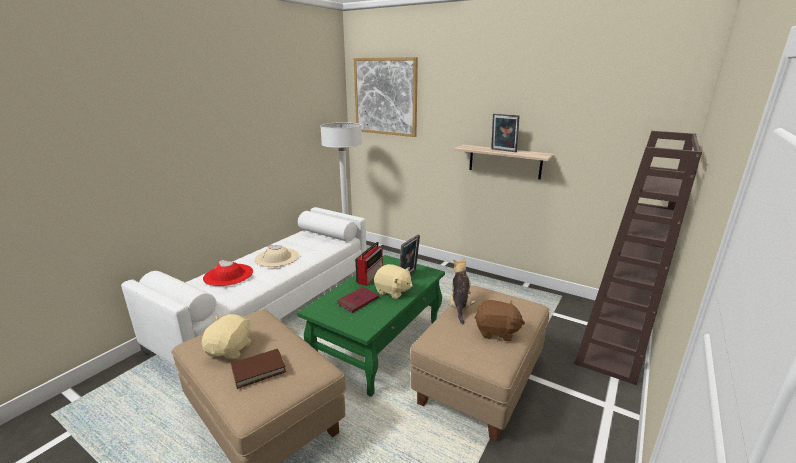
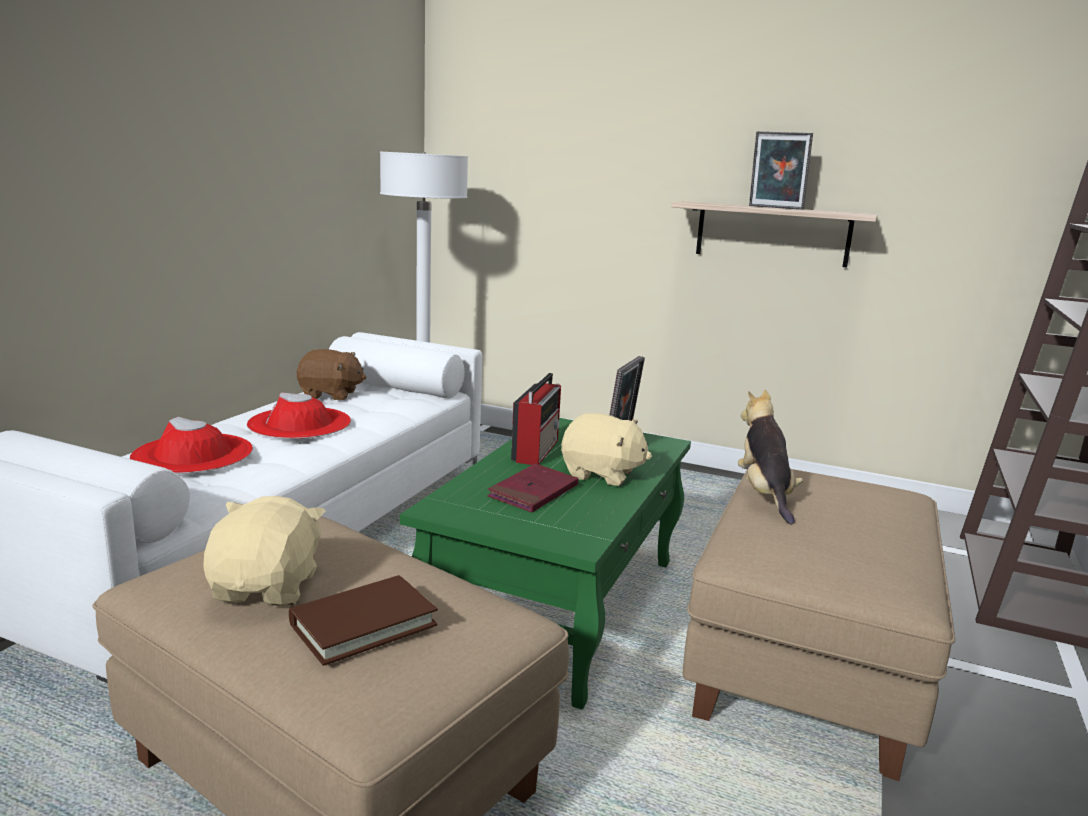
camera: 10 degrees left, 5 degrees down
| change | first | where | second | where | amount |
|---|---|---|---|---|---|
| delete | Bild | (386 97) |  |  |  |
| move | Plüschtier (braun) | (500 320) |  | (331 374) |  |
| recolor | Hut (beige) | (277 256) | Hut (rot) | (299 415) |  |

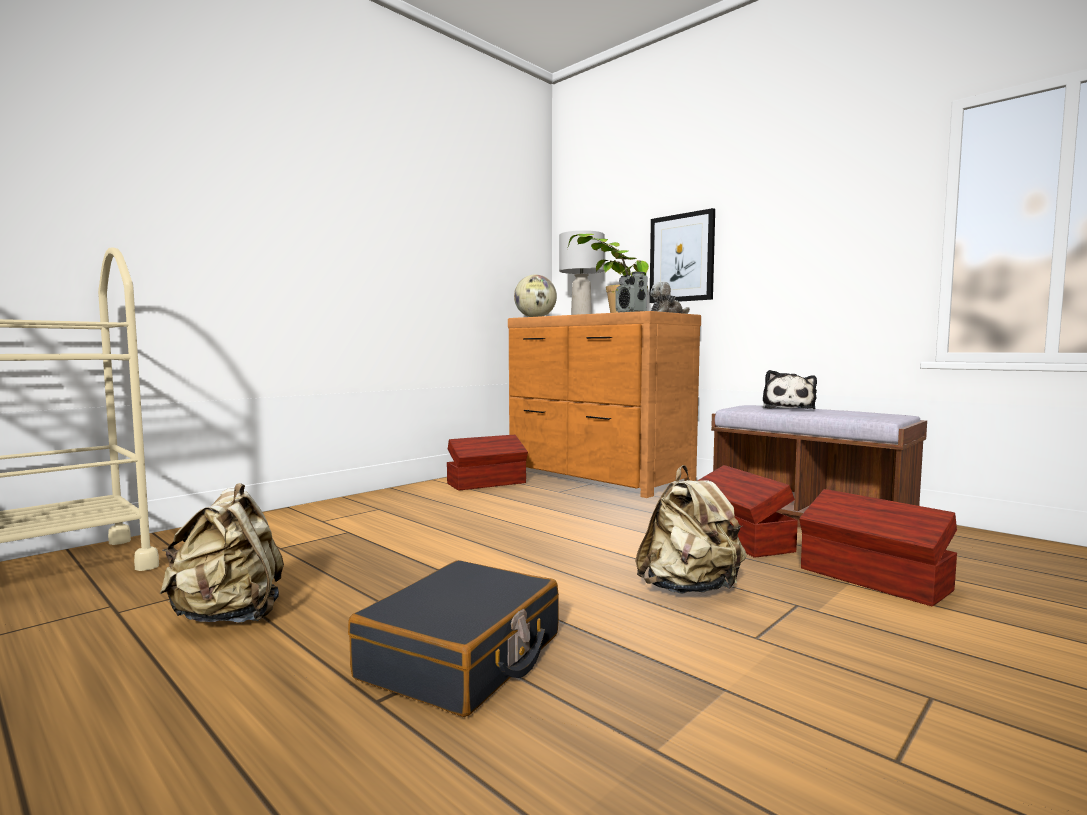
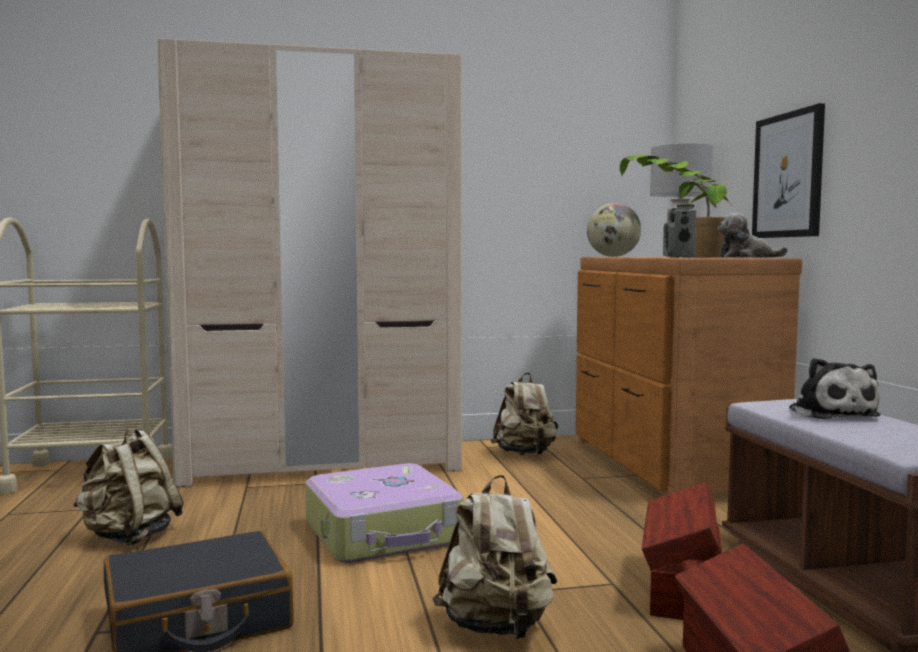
camera: 35 degrees right, 0 degrees up
| change | first | where | second | where | amount |
|---|---|---|---|---|---|
| insert |  |  | Kleiderschrank (beige) | (309 262) |  |
| insert |  |  | Koffer | (384 513) |  |
| replace | Aufbewahrungsbox (braun) | (487 462) | Rucksack (beige) | (525 414) |  |
| rotate | Plüschtier | (790 389) |  | (835 388) | 60 degrees counterclockwise |

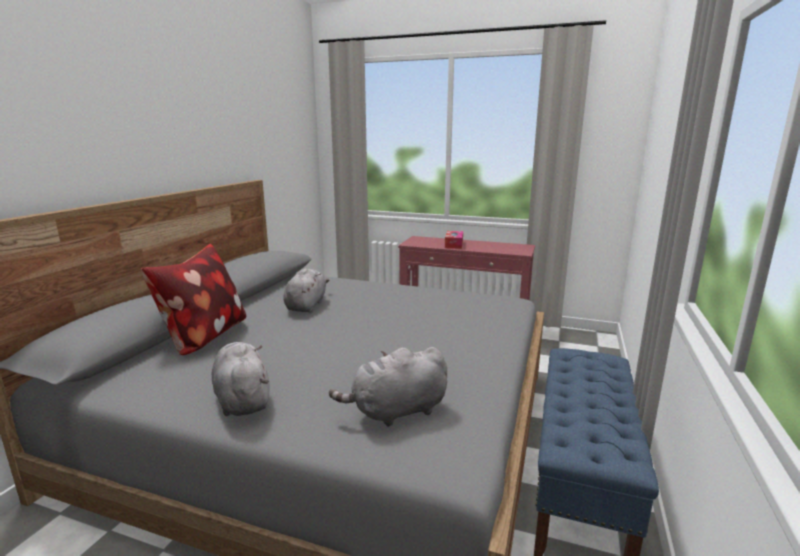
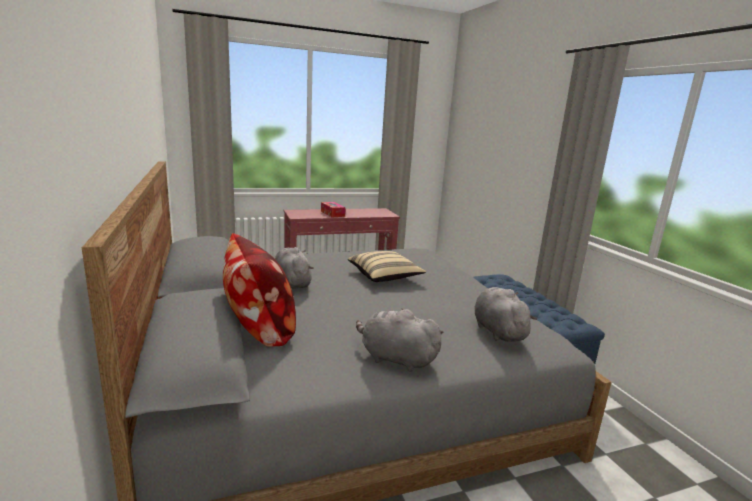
camera: 40 degrees left, 0 degrees up
| change | first | where | second | where | amount |
|---|---|---|---|---|---|
| insert |  |  | Kissen (beige) | (387 266) |  |
| rotate | Plüschtier (grau) | (388 387) |  | (506 314) | 135 degrees clockwise |

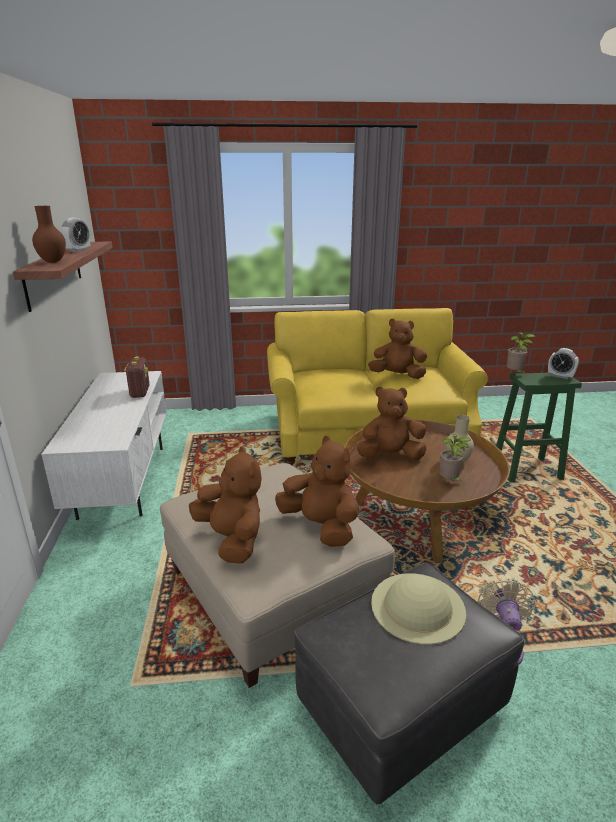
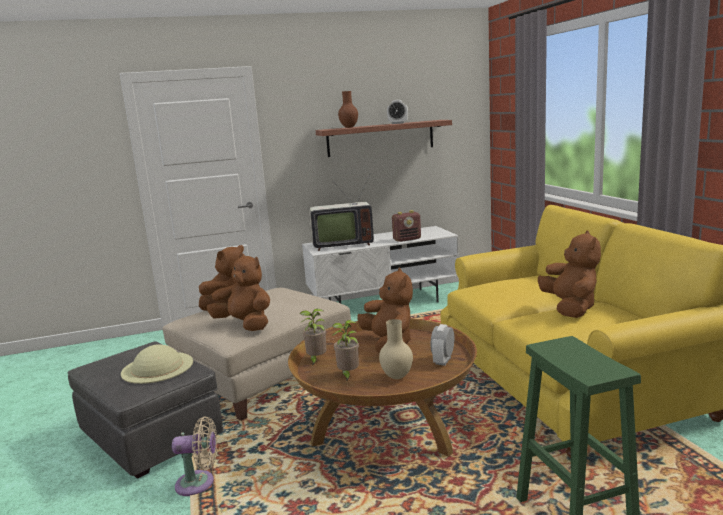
camera: 80 degrees right, 10 degrees down
| change | first | where | second | where | amount |
|---|---|---|---|---|---|
| insert |  |  | Fernseher | (341 212) |  |
| move | Topfpflanze | (521 352) |  | (313 337) |  |
| move | Wecker | (563 363) |  | (442 345) |  |
| rotate | Plüschtier (braun) | (317 491) |  | (238 292) | 90 degrees counterclockwise |

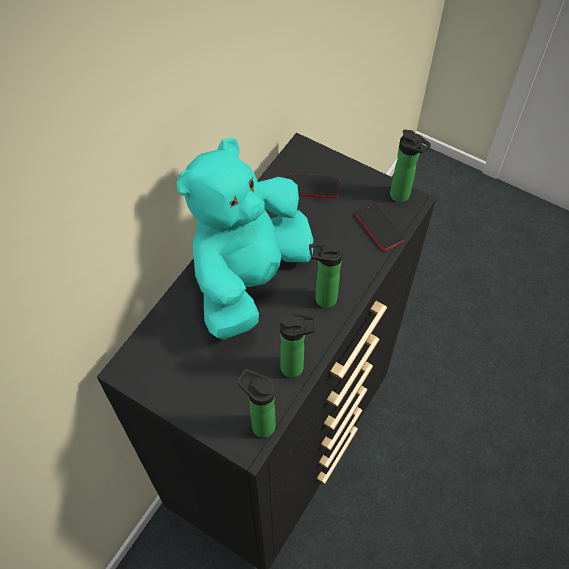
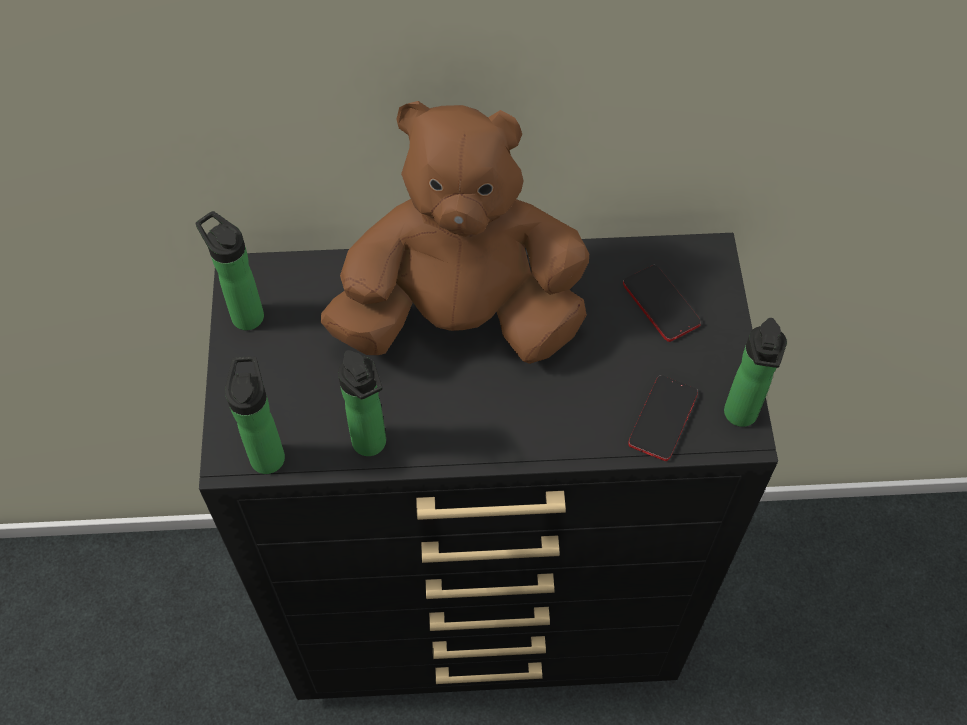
camera: 55 degrees right, 0 degrees up
| change | first | where | second | where | amount |
|---|---|---|---|---|---|
| move | Flasche | (326 274) |  | (229 270) |  |
| recolor | Plüschtier (türkis) | (245 238) | Plüschtier (braun) | (455 232) |  |

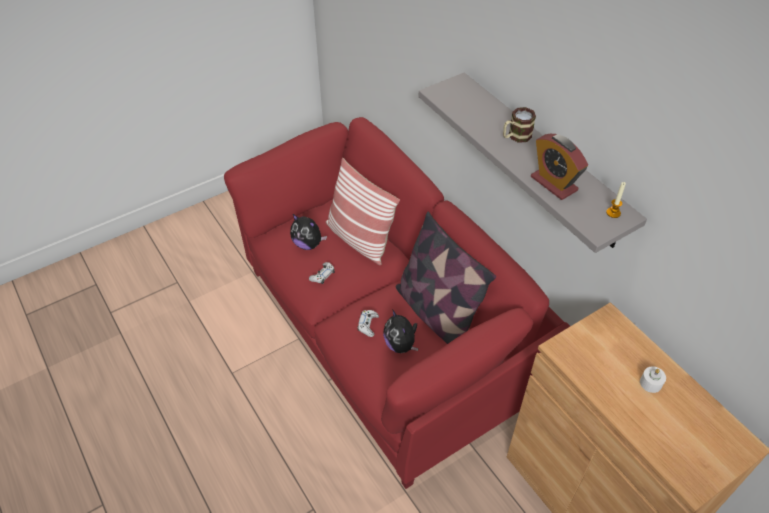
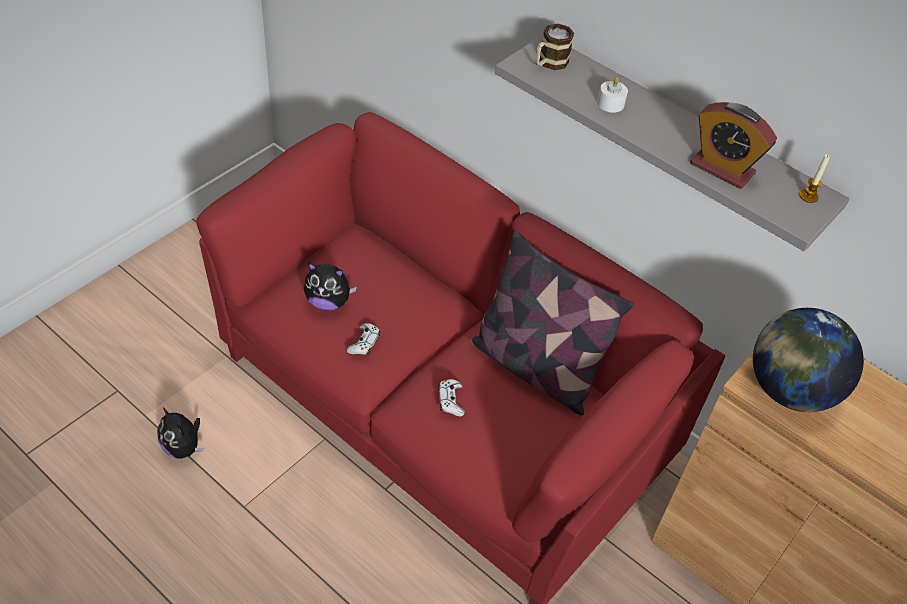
camera: 20 degrees left, 0 degrees up
| change | first | where | second | where | amount |
|---|---|---|---|---|---|
| delete | Kissen | (362 211) |  |  |  |
| insert |  |  | Globus | (808 360) |  |
| move | Plüschtier | (400 331) |  | (180 433) |  |
| move | Henkelbecher | (519 125) |  | (554 47) |  |
| move | Kerze (weiß) | (653 379) |  | (612 95) |  |

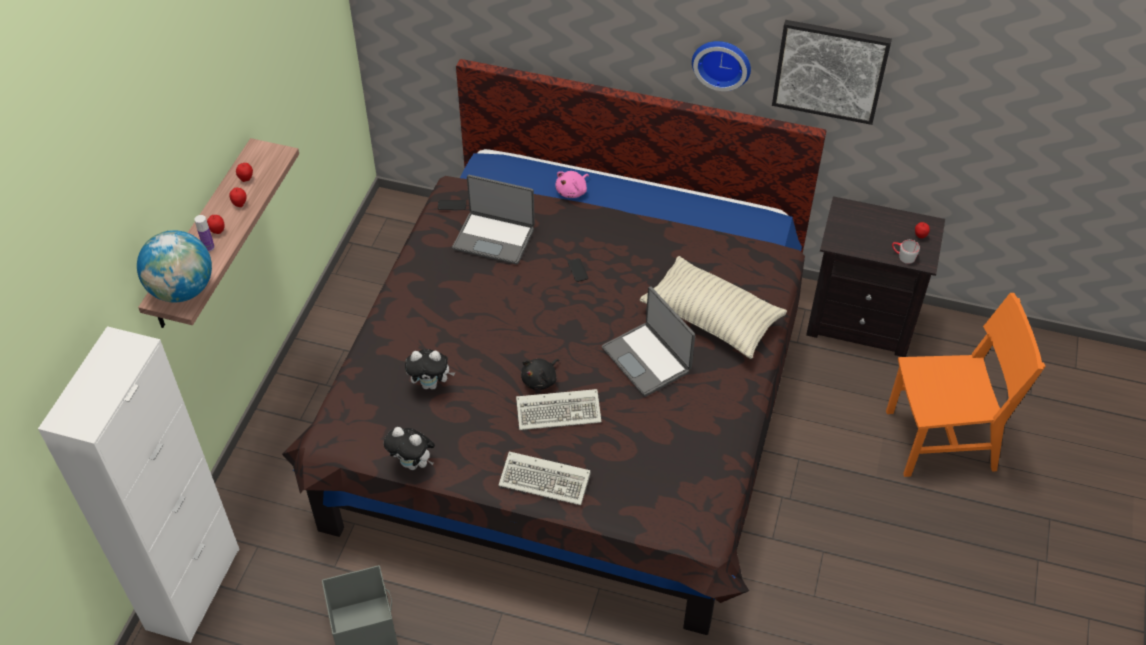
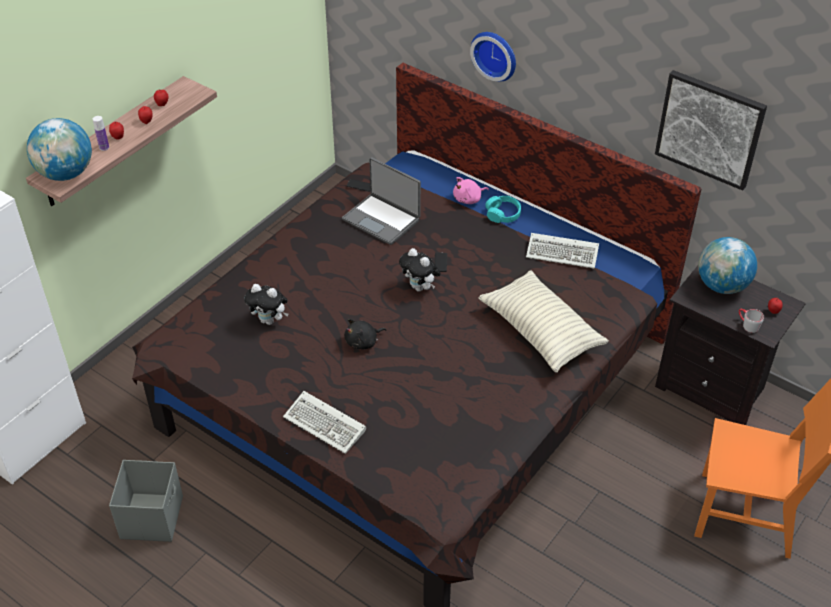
camera: 20 degrees right, 5 degrees down
| change | first | where | second | where | amount |
|---|---|---|---|---|---|
| delete | Laptop | (648 341) |  |  |  |
| insert |  |  | Kopfhörer (türkis) | (503 209) |  |
| insert |  |  | Globus | (727 265) |  |
| move | Plüschtier | (409 448) |  | (420 270) |  |
| move | Tastatur | (558 409) |  | (562 251) |  |
| move | Wanduhr | (721 66) |  | (493 56) |  |

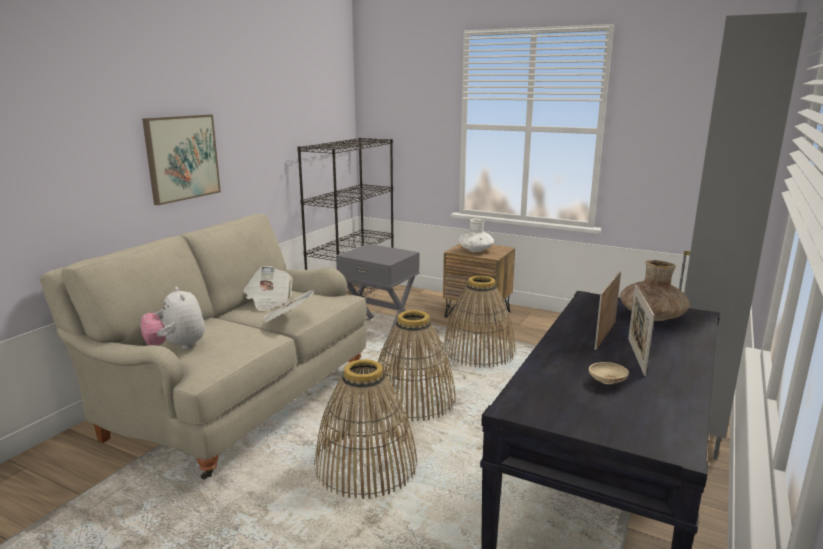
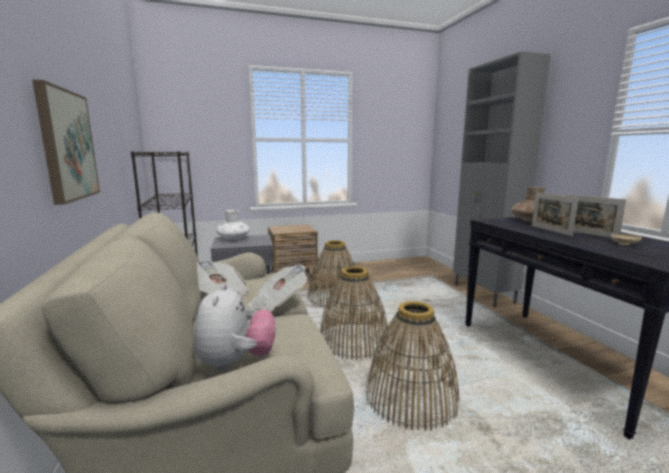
camera: 45 degrees left, 5 degrees down
| change | first | where | second | where | amount |
|---|---|---|---|---|---|
| move | Vase (weiß) | (476 235) |  | (233 225) |  |
| rotate | Plüschtier | (173 318) |  | (234 327) | 105 degrees counterclockwise |

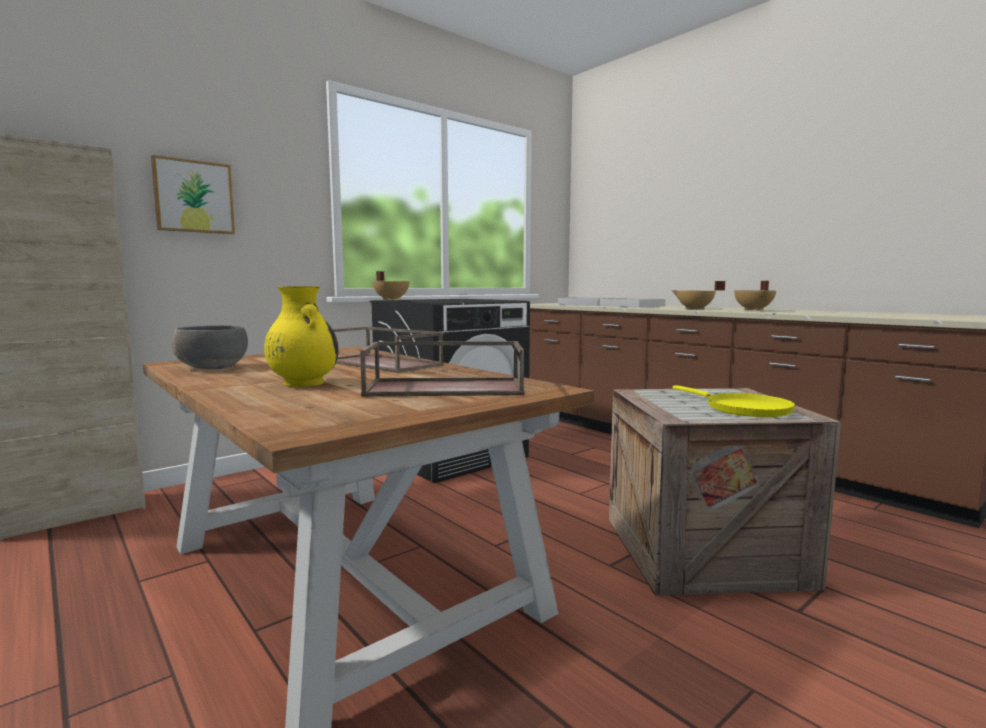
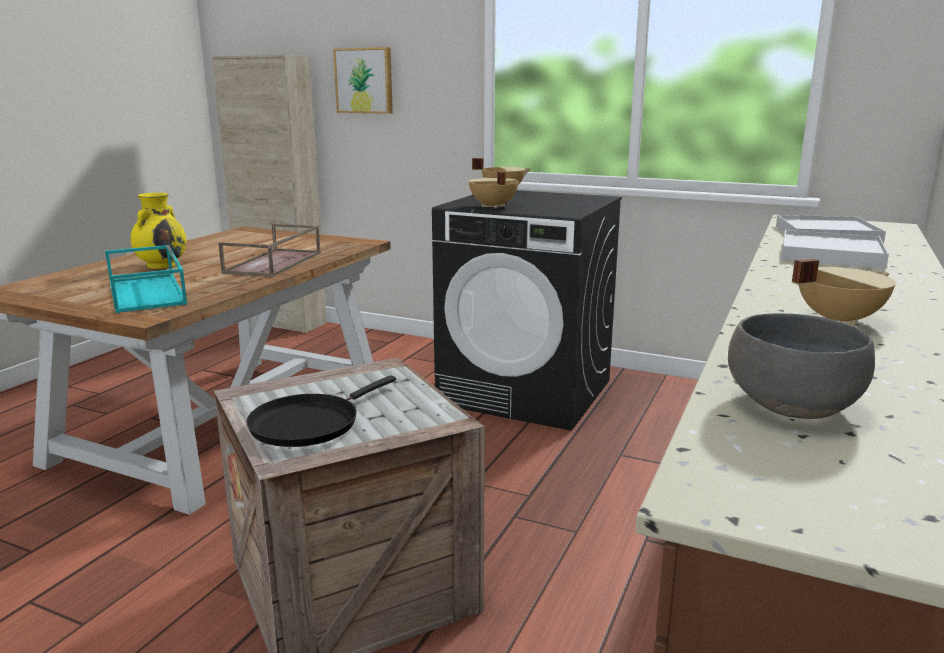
camera: 65 degrees right, 10 degrees up
| change | first | where | second | where | amount |
|---|---|---|---|---|---|
| move | Schüssel (grau) | (210 347) |  | (801 366) |  |
| move | Kochtopf (beige) | (698 295) |  | (493 189) |  |
| recolor | Tablett (braun) | (442 368) | Tablett (türkis) | (146 279) |  |
| recolor | Pfanne (gelb) | (734 401) | Pfanne (schwarz) | (321 411) |  |

